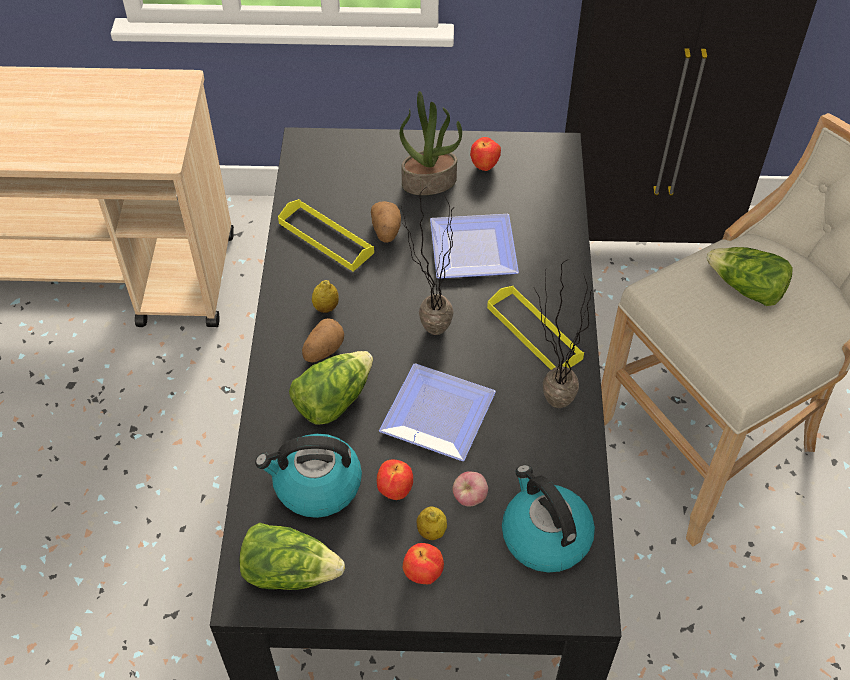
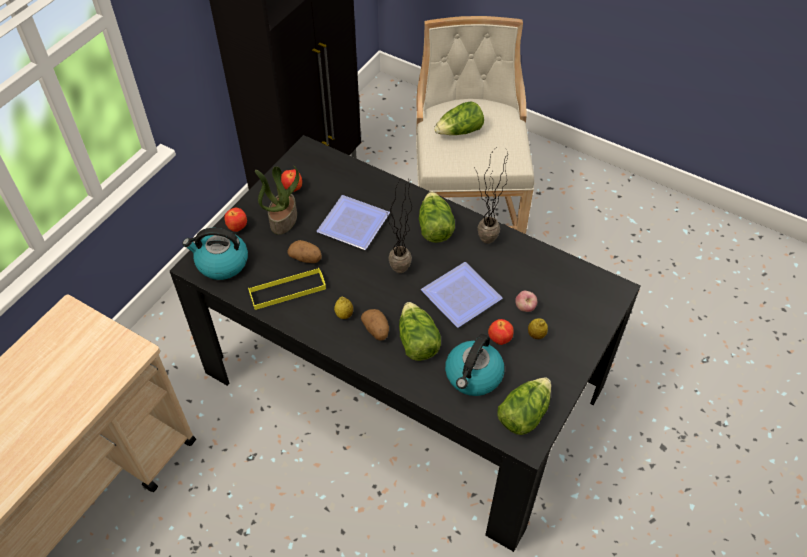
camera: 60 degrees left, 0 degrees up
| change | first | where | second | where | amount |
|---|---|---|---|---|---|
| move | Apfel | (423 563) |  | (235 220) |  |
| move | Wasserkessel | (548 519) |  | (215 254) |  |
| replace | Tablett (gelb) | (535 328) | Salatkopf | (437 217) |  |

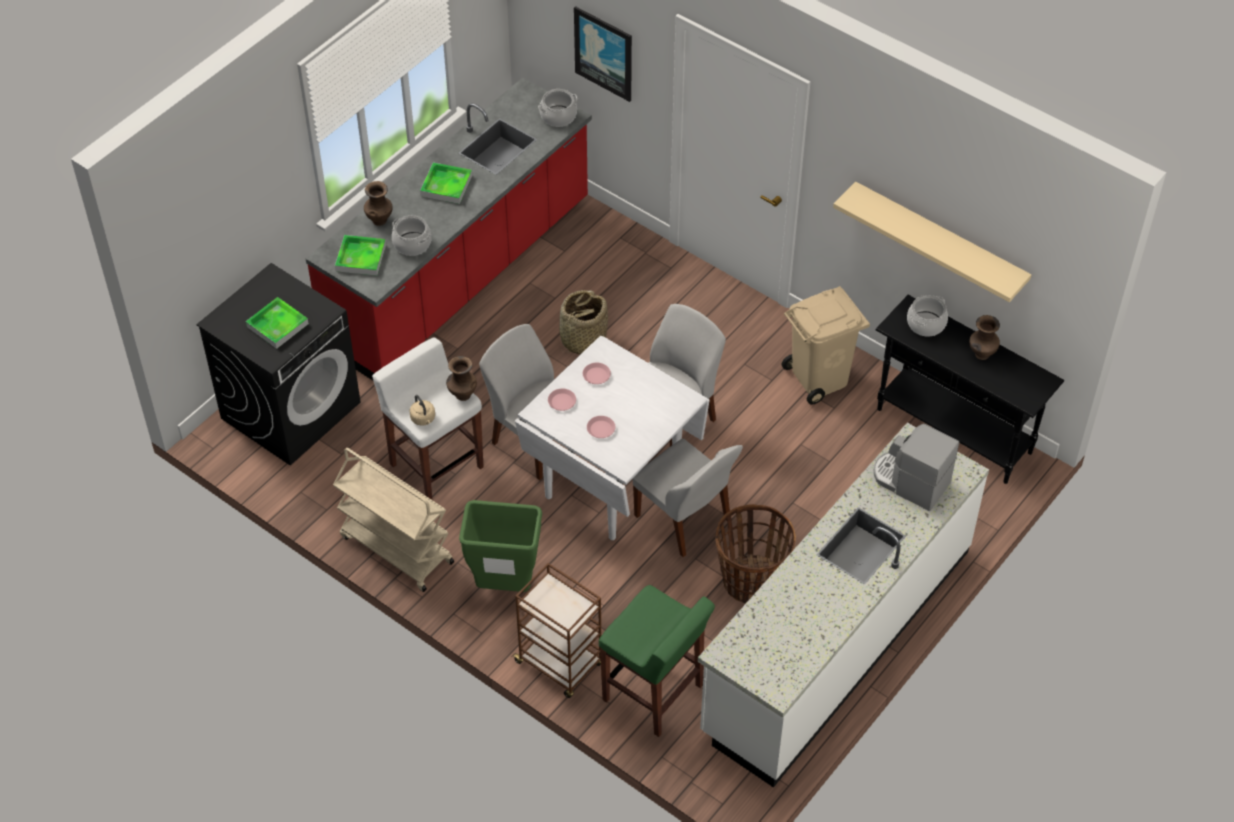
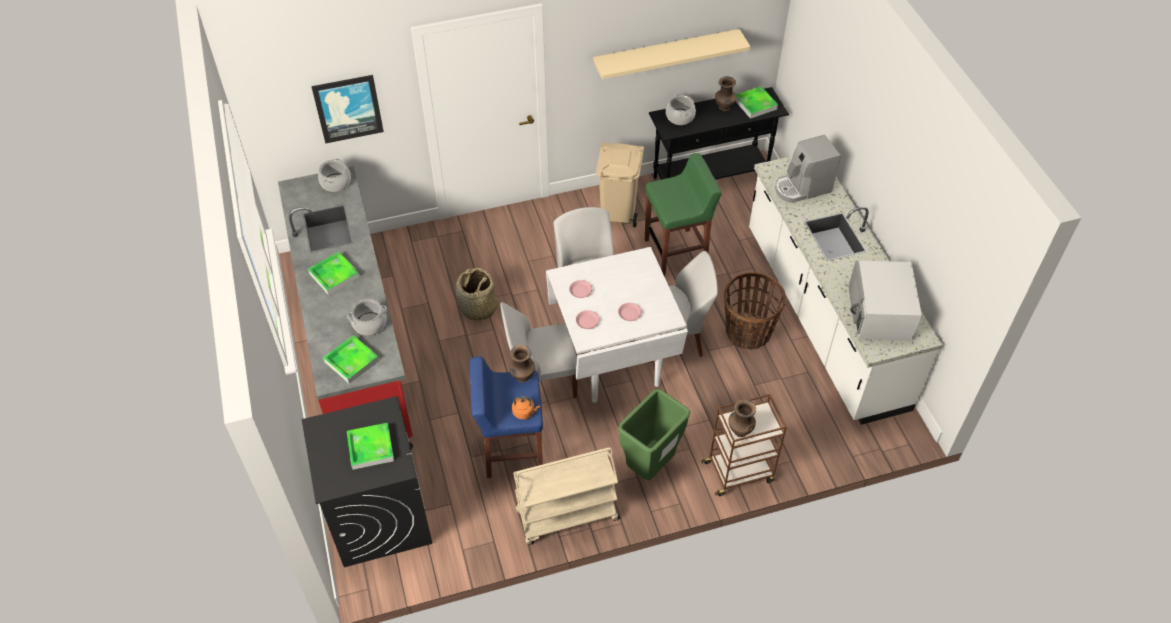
camera: 55 degrees left, 0 degrees up
| change | first | where | second | where | amount |
|---|---|---|---|---|---|
| insert |  |  | Tablett | (757 102) |  |
| insert |  |  | Mikrowelle (weiß) | (885 301) |  |
| move | Vase (braun) | (378 203) |  | (742 418) |  |
| move | Hocker (grün) | (657 661) |  | (683 214) |  |
| recolor | Hocker (weiß) | (428 418) | Hocker (blau) | (506 417) |  |
| recolor | Wasserkessel (beige) | (422 410) | Wasserkessel (orange) | (526 408) |  |

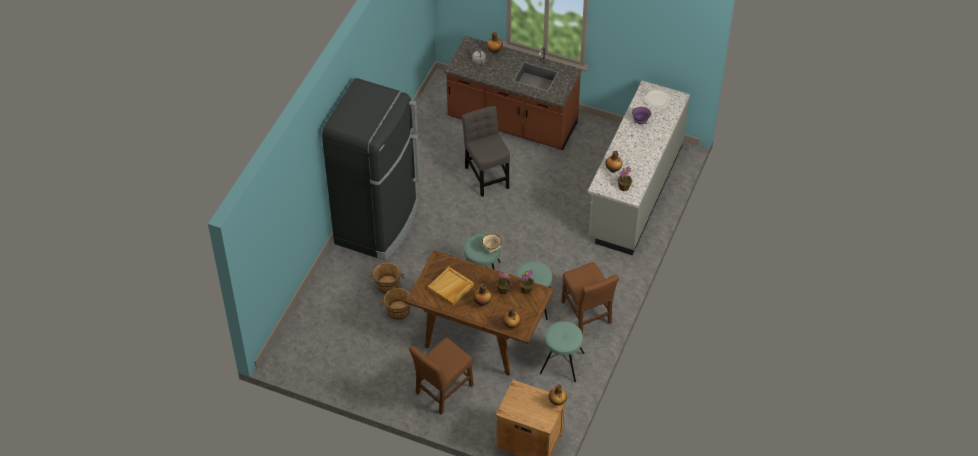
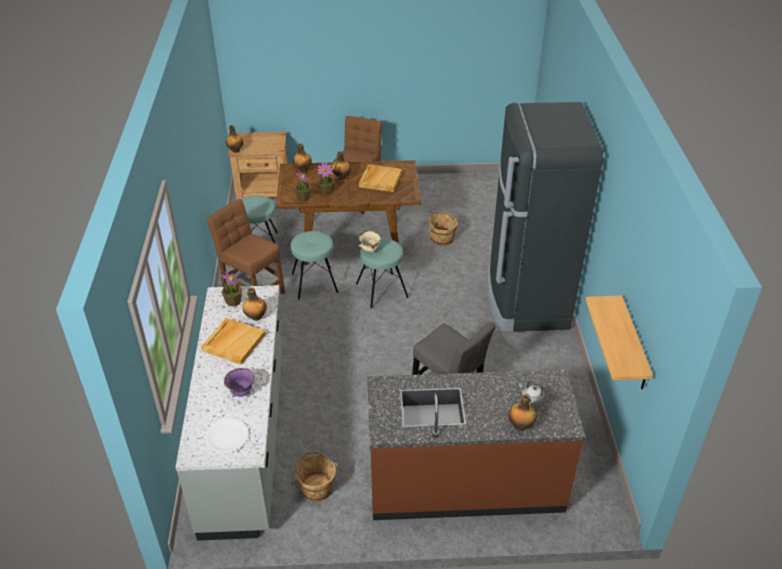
camera: 155 degrees right, 10 degrees down
| change | first | where | second | where | amount |
|---|---|---|---|---|---|
| insert |  |  | Tablett (beige) | (233 341) |  |
| insert |  |  | Wandregal | (619 342) |  |
| move | Eimer (braun) | (387 278) |  | (316 476) |  |

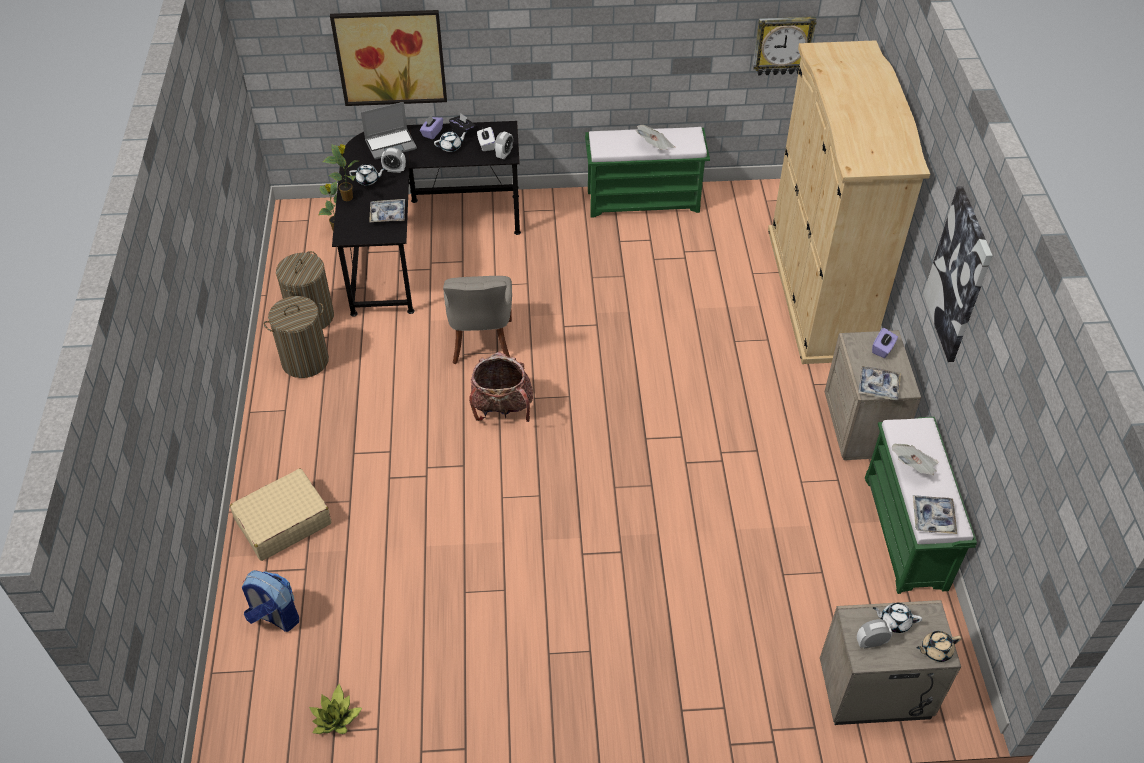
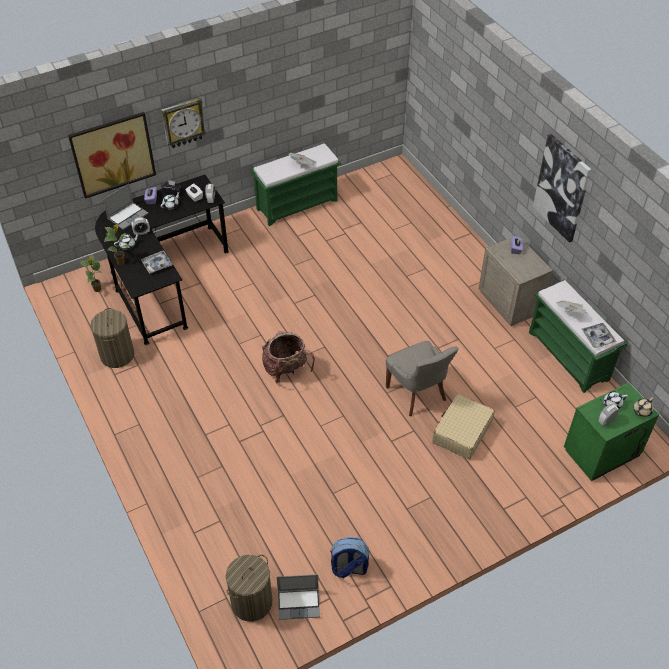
camera: 25 degrees left, 0 degrees up
| change | first | where | second | where | amount |
|---|---|---|---|---|---|
| delete | Kleiderschrank (beige) | (849 202) |  |  |  |
| delete | Tablett | (879 383) |  |  |  |
| move | Koffer (beige) | (280 514) |  | (463 427) |  |
| move | Rucksack | (270 601) |  | (349 557) |  |
| move | Wäschekorb | (296 337) |  | (249 588) |  |
| move | Stuhl (grau) | (477 320) |  | (422 379) |  |
| move | Wanduhr | (785 46) |  | (183 123) |  |
| replace | Topfpflanze | (335 709) | Laptop | (298 597) |  |
| recolor | Nachttisch (beige) | (890 662) | Nachttisch (grün) | (611 431) |  |

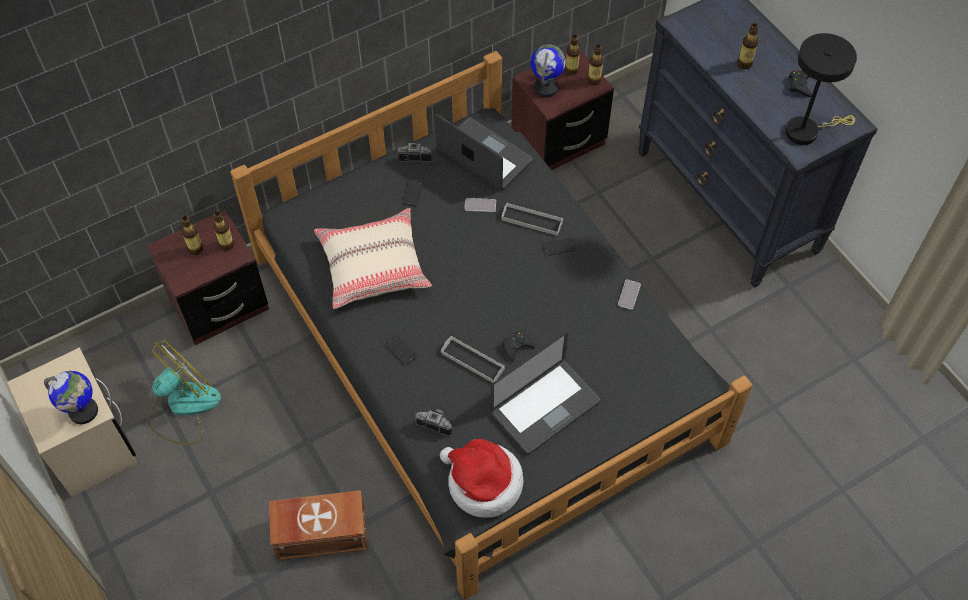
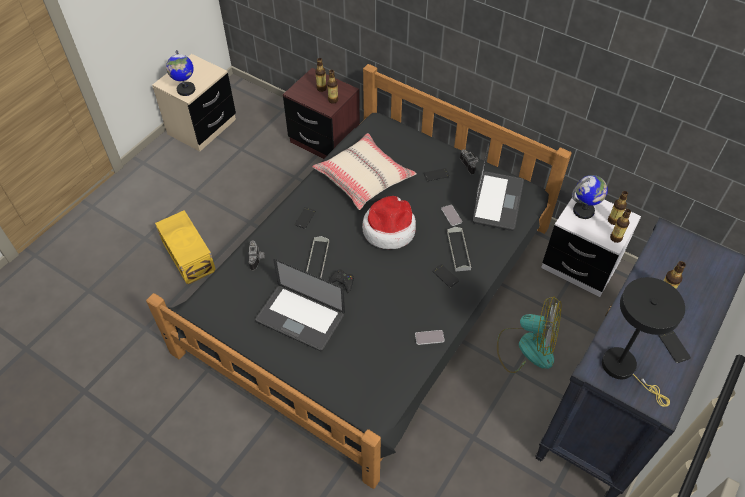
camera: 65 degrees right, 5 degrees down
| change | first | where | second | where | amount |
|---|---|---|---|---|---|
| move | Ventilator | (184 392) |  | (529 334) |  |
| move | Hut | (482 478) |  | (389 222) |  |
| replace | Gamepad (schwarz) | (800 83) | Handy | (674 347) |  |
| recolor | Aufbewahrungsbox (braun) | (318 525) | Aufbewahrungsbox (gelb) | (185 247) |  |
| recolor | Nachttisch (braun) | (562 110) | Nachttisch (weiß) | (591 244) |  |

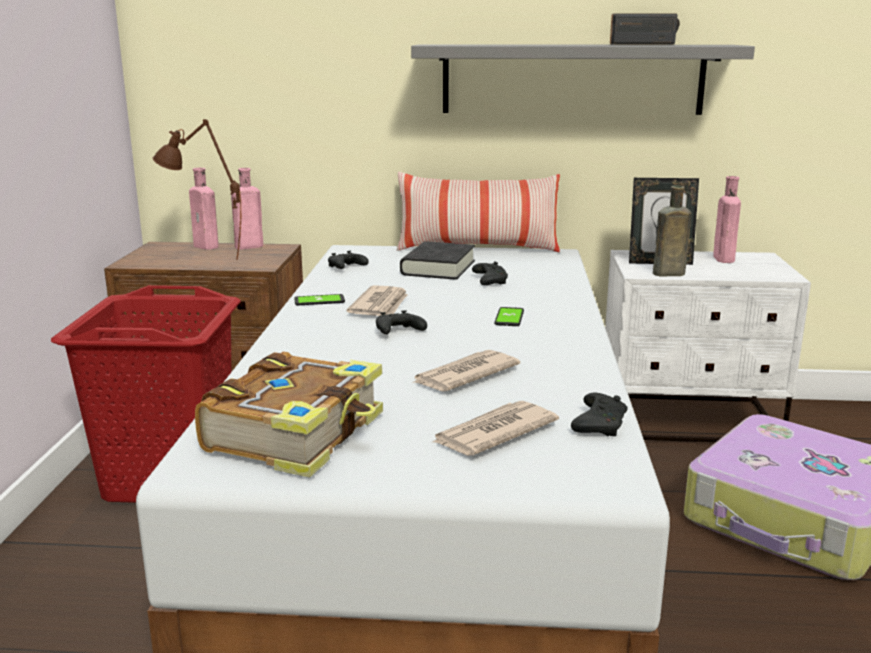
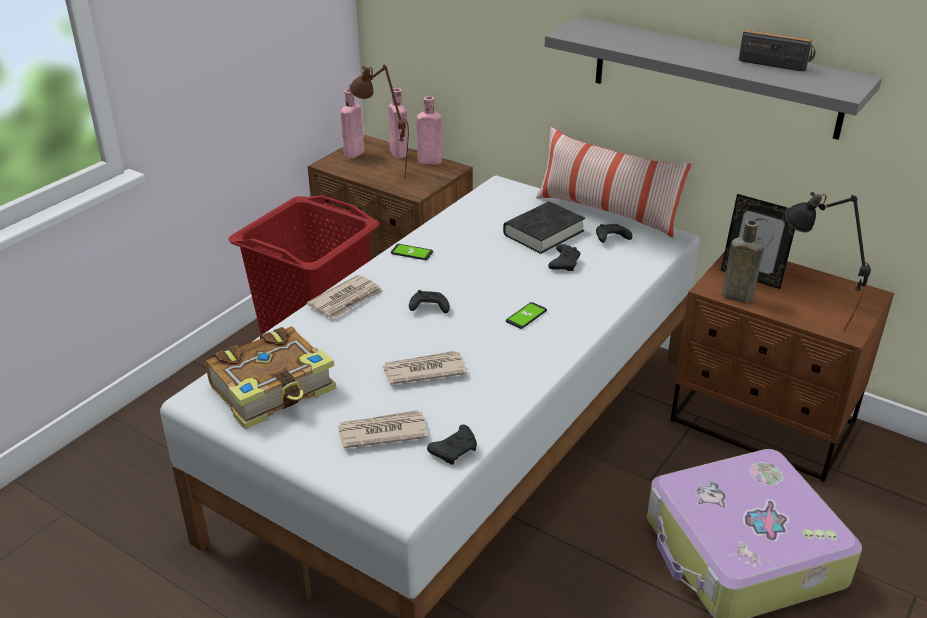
camera: 30 degrees right, 15 degrees up
| change | first | where | second | where | amount |
|---|---|---|---|---|---|
| insert |  |  | Tischlampe (schwarz) | (827 262) |  |
| move | Gamepad (schwarz) | (348 260) |  | (614 233) |  |
| move | Zeitung | (377 300) |  | (345 296) |  |
| move | Flasche (rosa) | (727 219) |  | (353 123) |  |
| recolor | Nachttisch (weiß) | (708 346) | Nachttisch (braun) | (782 367) |  |

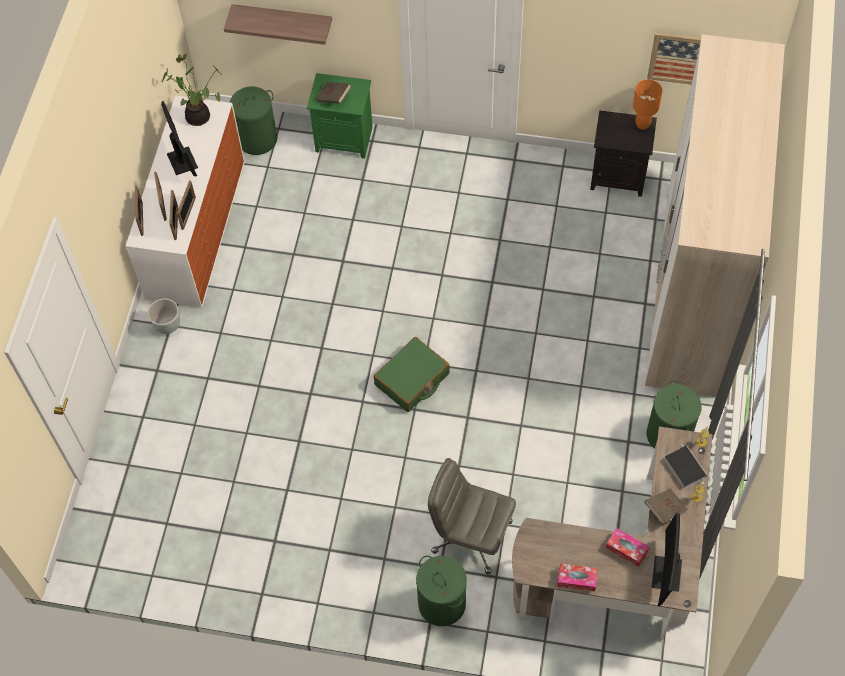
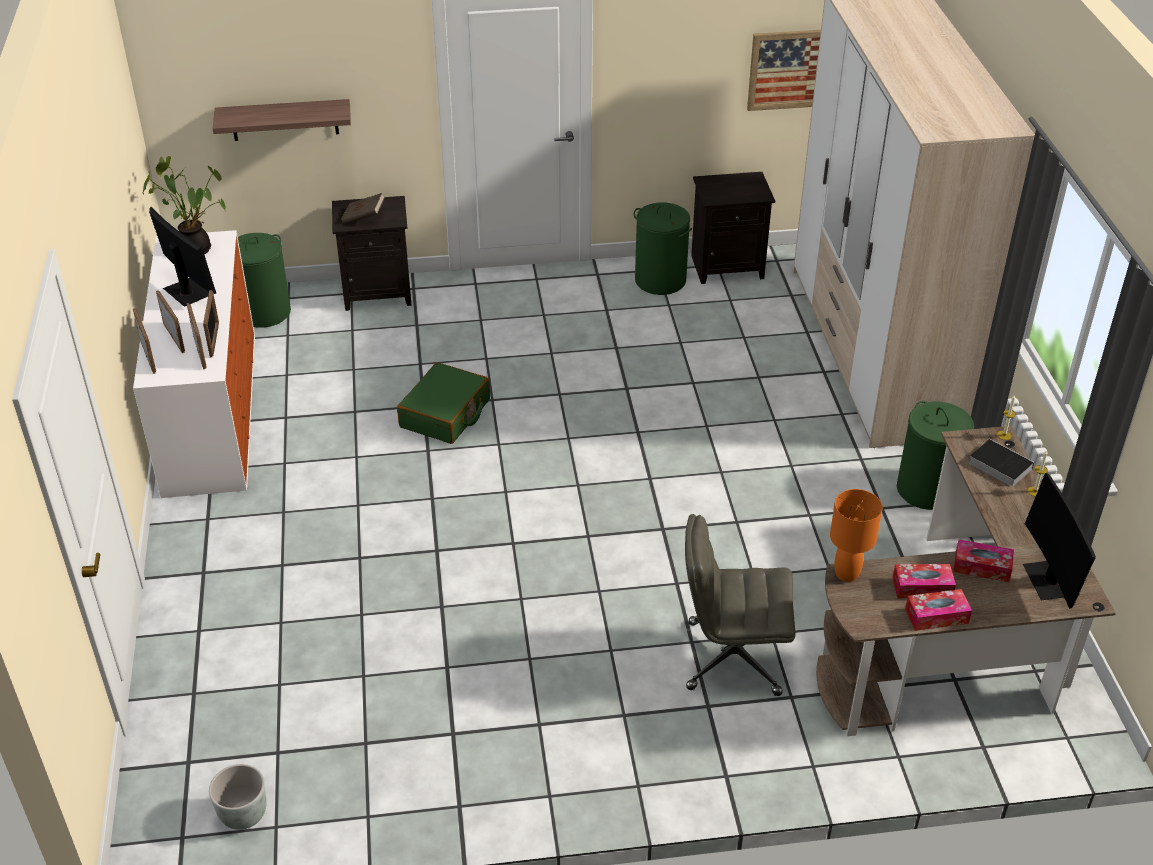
camera: 20 degrees left, 20 degrees down
| change | first | where | second | where | amount |
|---|---|---|---|---|---|
| delete | Buch (braun) | (666 506) |  |  |  |
| insert |  |  | Taschentuchbox | (924 581) |  |
| move | Pflanzkübel (grau) | (164 316) |  | (238 797) |  |
| move | Koffer (grün) | (411 374) |  | (443 403) |  |
| move | Wäschekorb (grün) | (441 591) |  | (663 249) |  |
| move | Tischlampe (orange) | (647 104) |  | (856 535) |  |
| recolor | Nachttisch (grün) | (340 116) | Nachttisch (schwarz) | (372 253) |  |

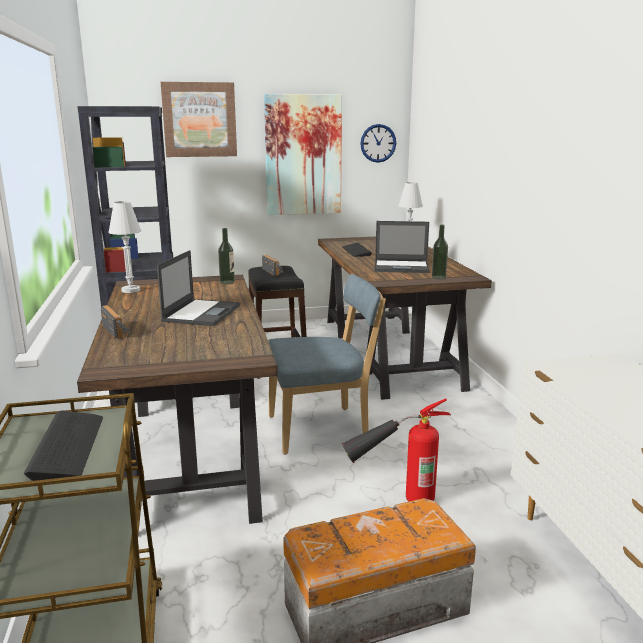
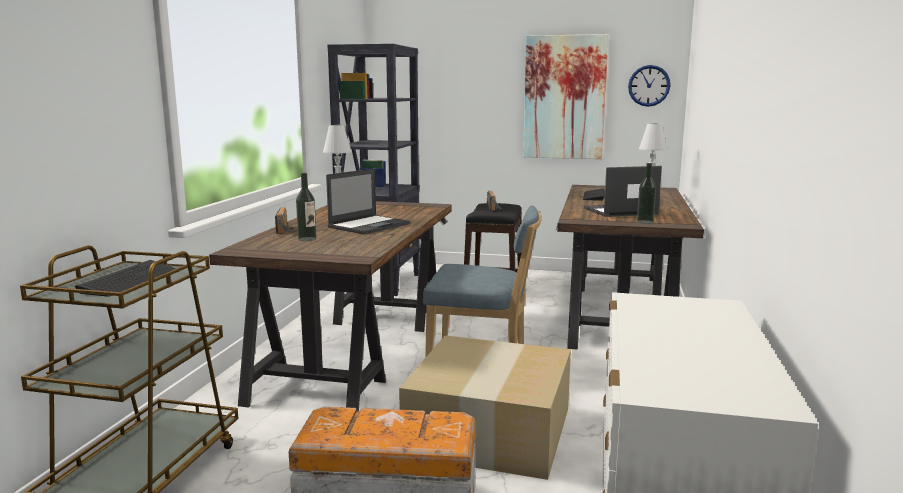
camera: 25 degrees right, 5 degrees down
| change | first | where | second | where | amount |
|---|---|---|---|---|---|
| delete | Bild | (199 119) |  |  |  |
| move | Flasche | (226 256) |  | (306 207) |  |
| replace | Feuerlöscher | (396 450) | Karton | (485 408) |  |
| rotate | Laptop | (402 247) |  | (623 191) | 135 degrees clockwise |

